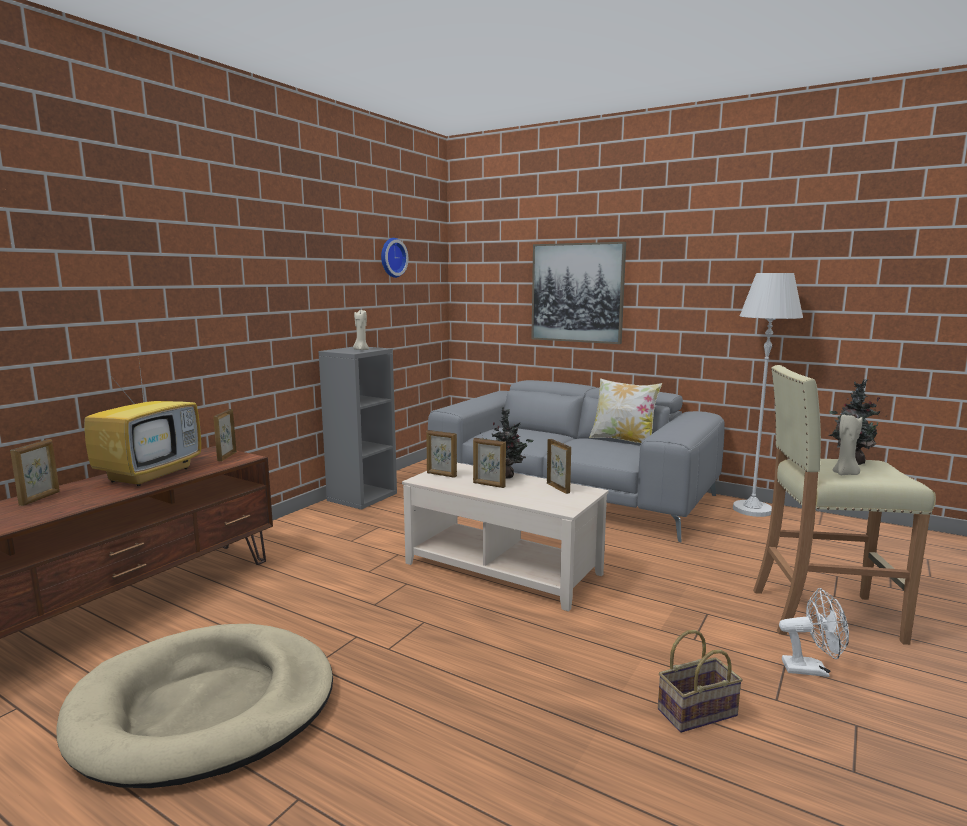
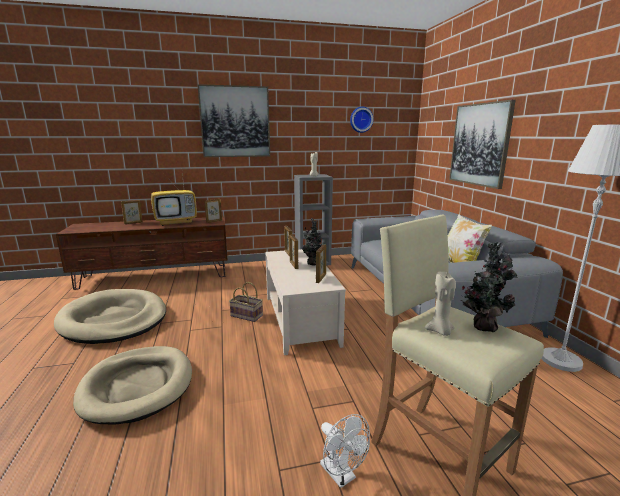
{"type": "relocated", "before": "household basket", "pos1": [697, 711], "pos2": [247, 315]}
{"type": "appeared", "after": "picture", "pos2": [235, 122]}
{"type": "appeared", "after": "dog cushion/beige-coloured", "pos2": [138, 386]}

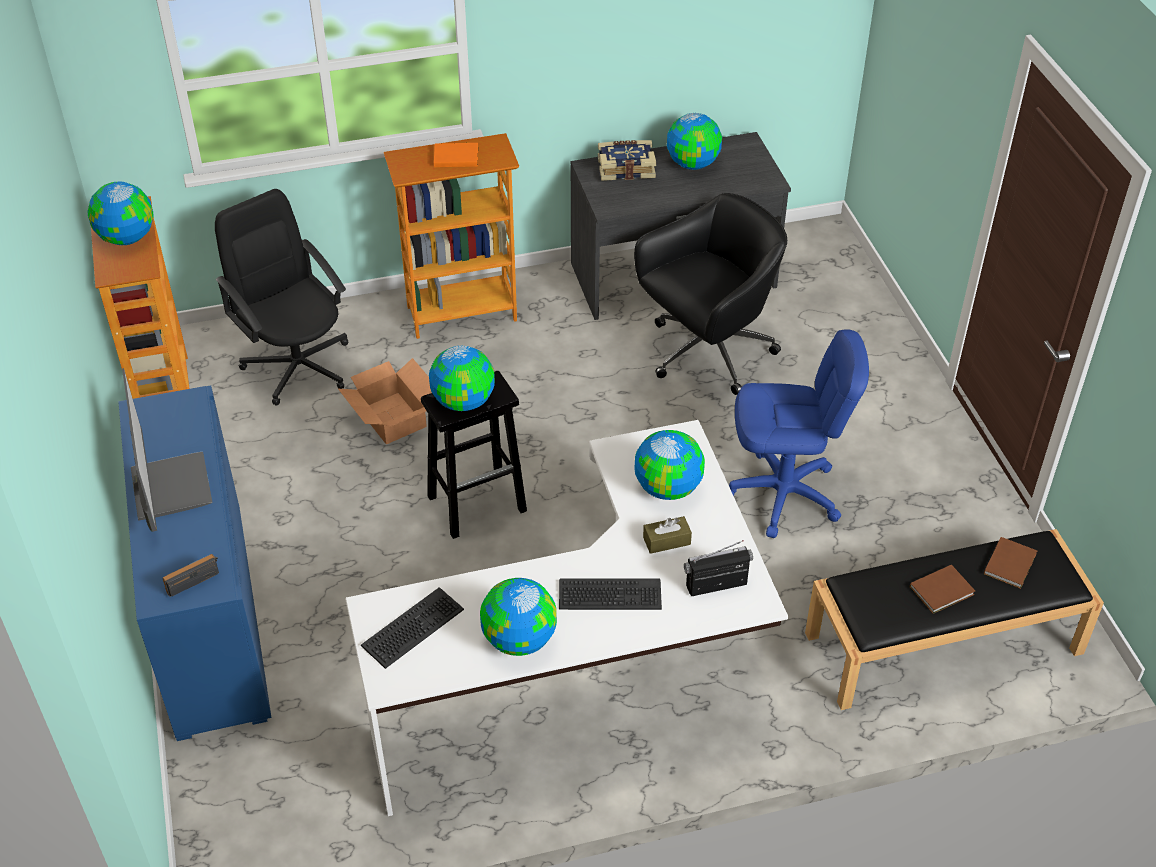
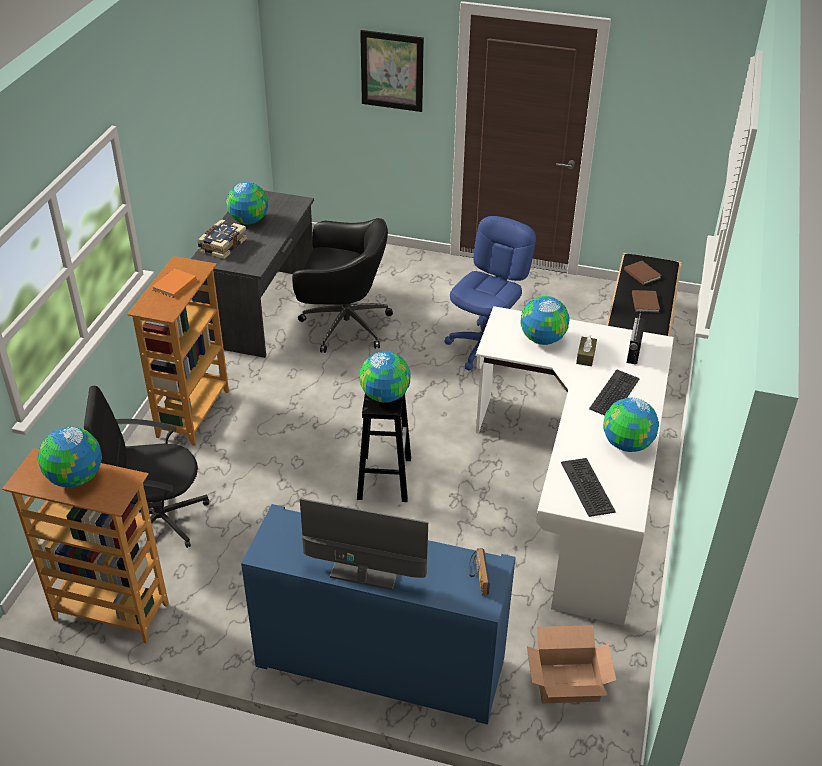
{"type": "spun", "before": "computer chair/black", "pos1": [707, 353], "pos2": [343, 325], "turn": 105}
{"type": "relocated", "before": "cardboard box", "pos1": [392, 419], "pos2": [568, 683]}
{"type": "appeared", "after": "picture", "pos2": [392, 71]}

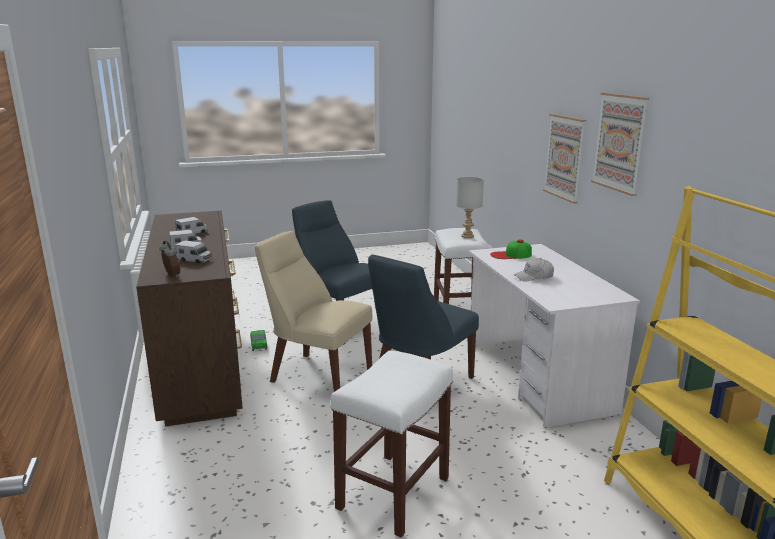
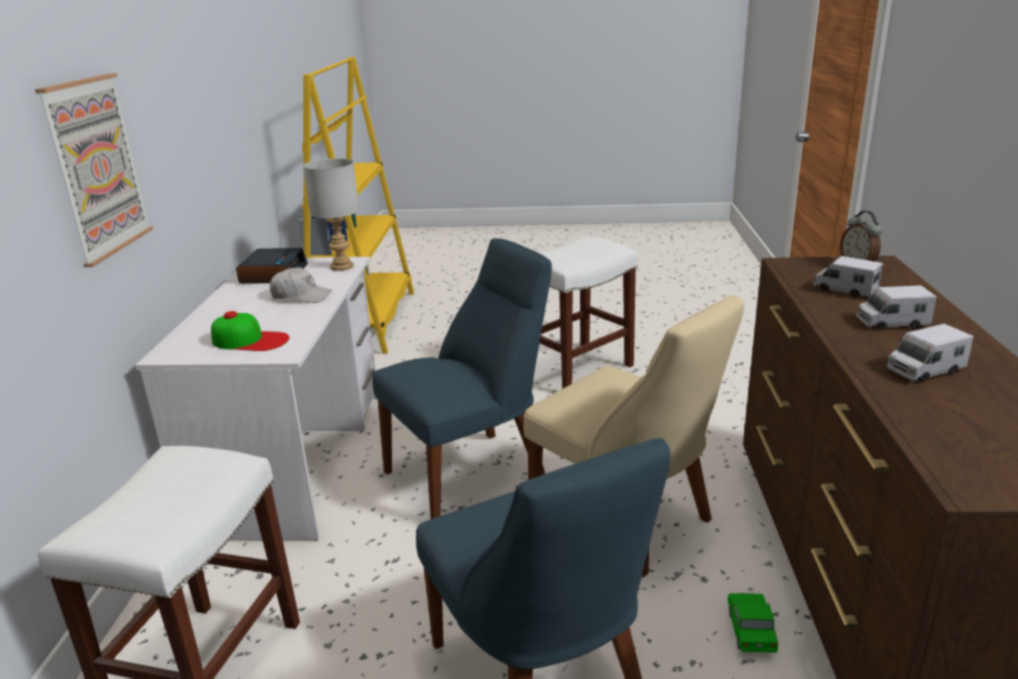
{"type": "missing", "before": "picture", "pos1": [620, 142]}
{"type": "relocated", "before": "table lamp/grey", "pos1": [468, 236], "pos2": [342, 266]}
{"type": "appeared", "after": "bedside clock", "pos2": [273, 274]}

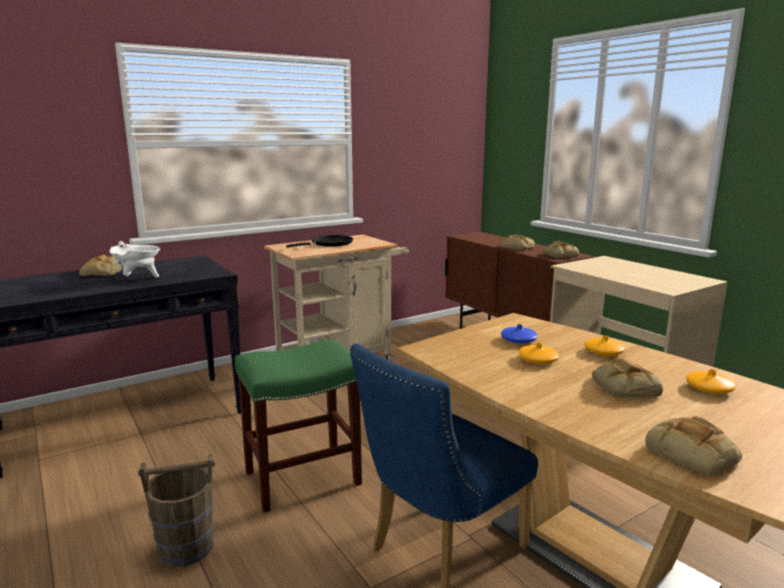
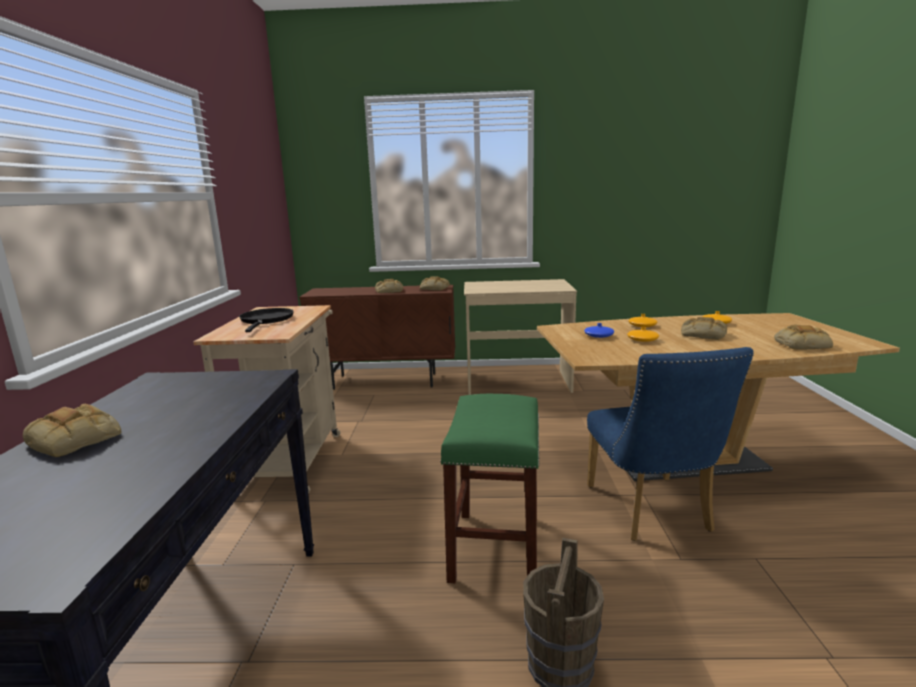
{"type": "missing", "before": "cooking pot/whitish", "pos1": [138, 279]}

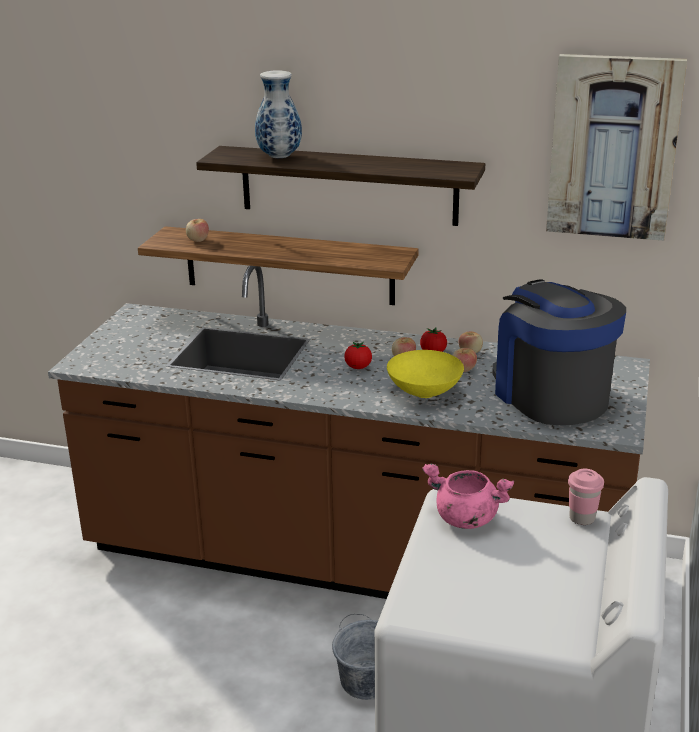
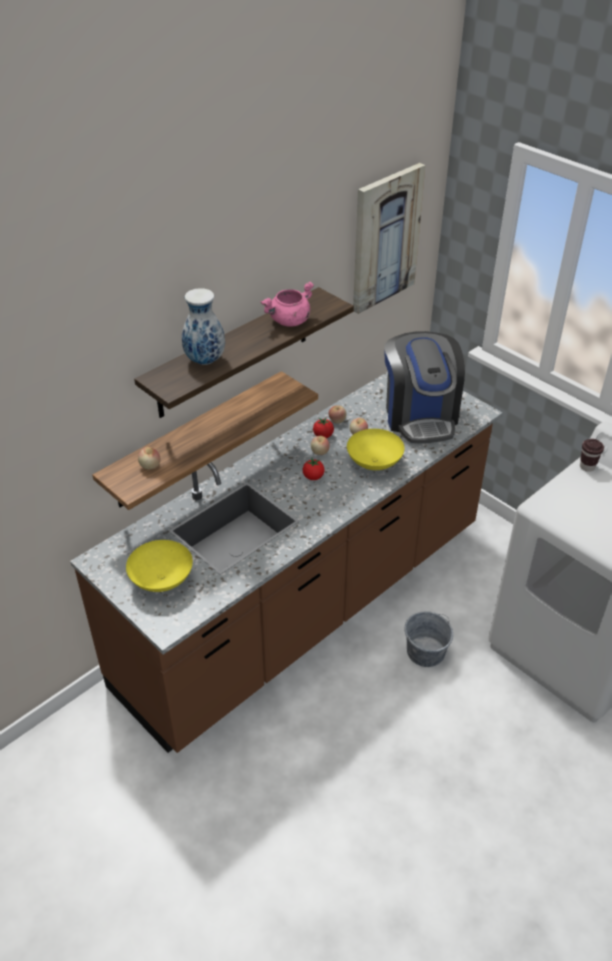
{"type": "spun", "before": "coffee maker", "pos1": [550, 395], "pos2": [420, 416], "turn": -105}
{"type": "relocated", "before": "cooking pot/pink", "pos1": [465, 519], "pos2": [289, 321]}
{"type": "colour", "before": "drinking cup/pink", "after": "drinking cup/brown-coloured", "pos1": [582, 518], "pos2": [587, 467]}
{"type": "appeared", "after": "bowl/yellow-coloured", "pos2": [163, 580]}

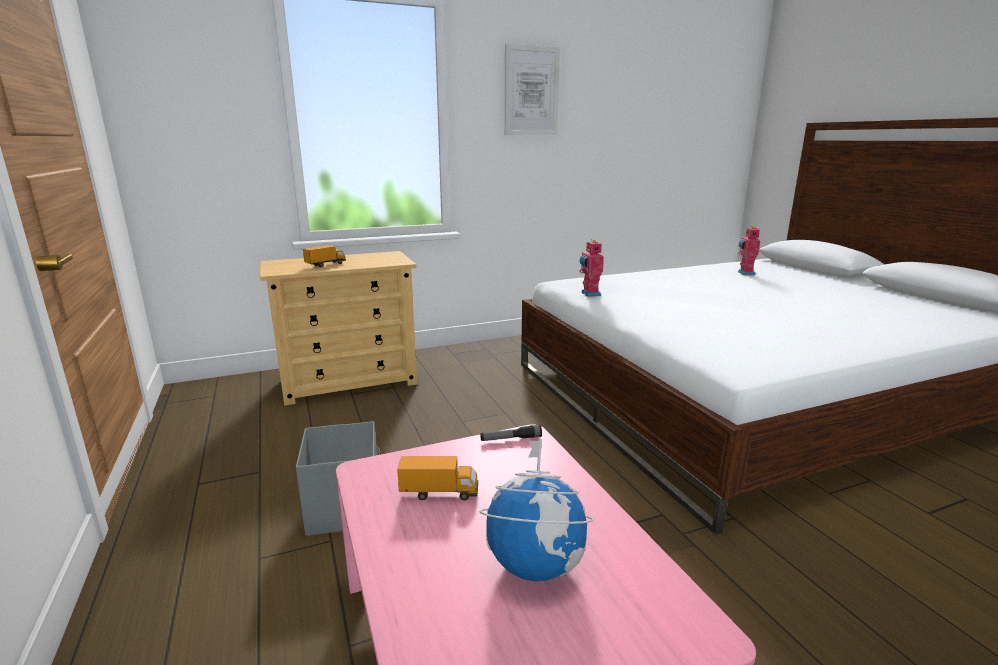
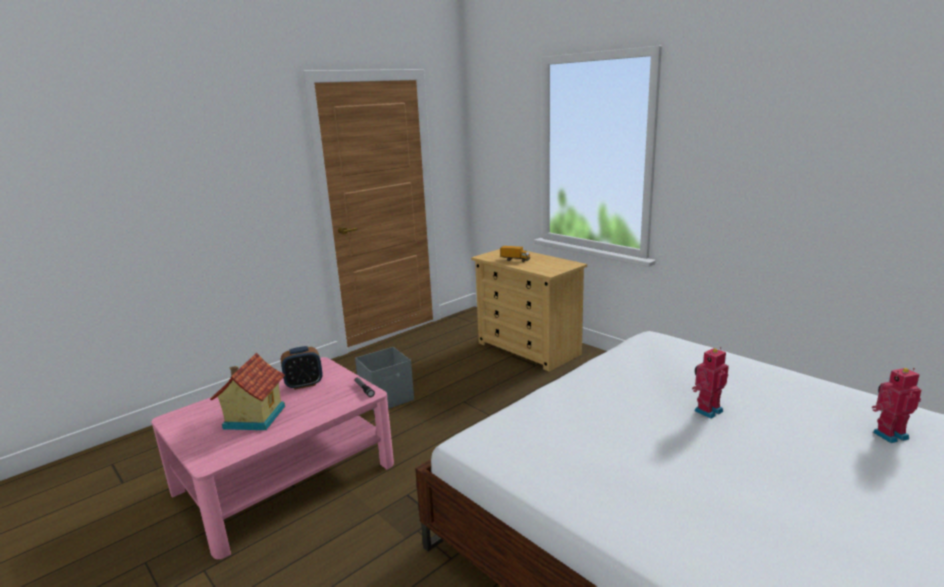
{"type": "missing", "before": "picture", "pos1": [531, 91]}
{"type": "relocated", "before": "model robot", "pos1": [589, 294], "pos2": [706, 410]}
{"type": "exchanged", "before": "globe", "after": "toy house", "pos1": [536, 565], "pos2": [253, 417]}
{"type": "exchanged", "before": "model truck", "after": "bedside clock", "pos1": [439, 493], "pos2": [304, 384]}

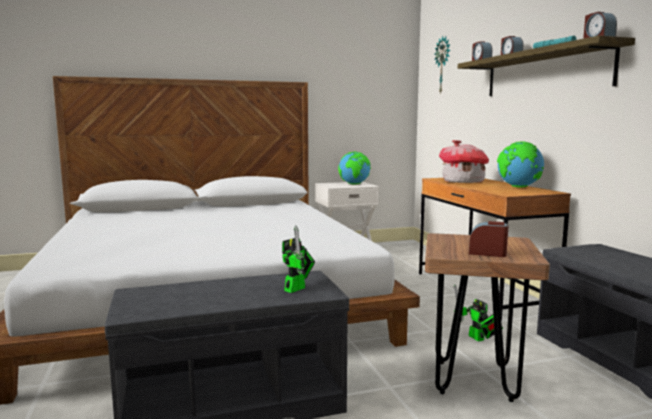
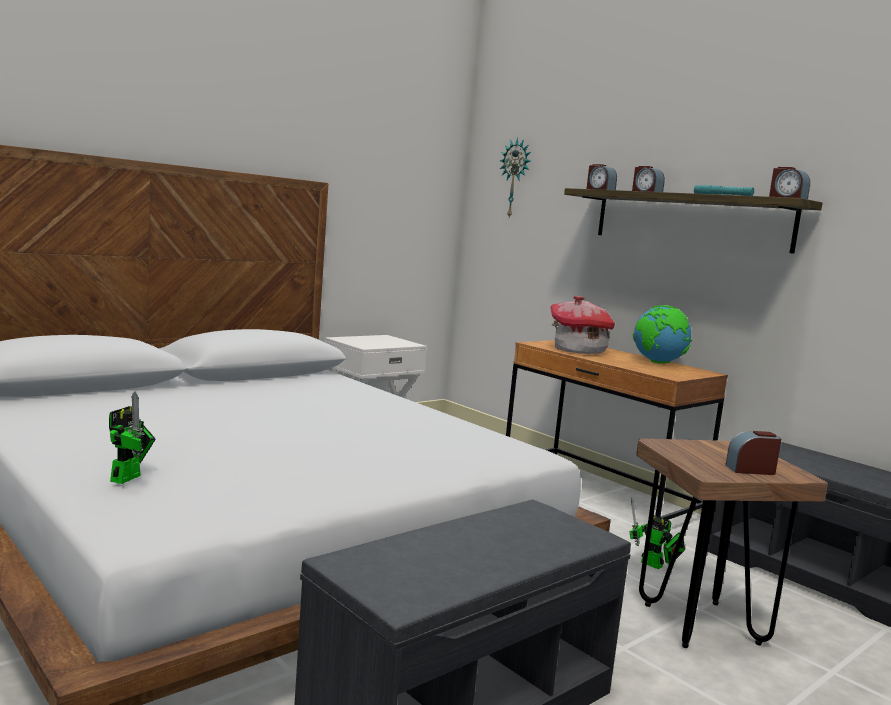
{"type": "missing", "before": "globe", "pos1": [354, 184]}
{"type": "relocated", "before": "model robot", "pos1": [297, 288], "pos2": [129, 477]}

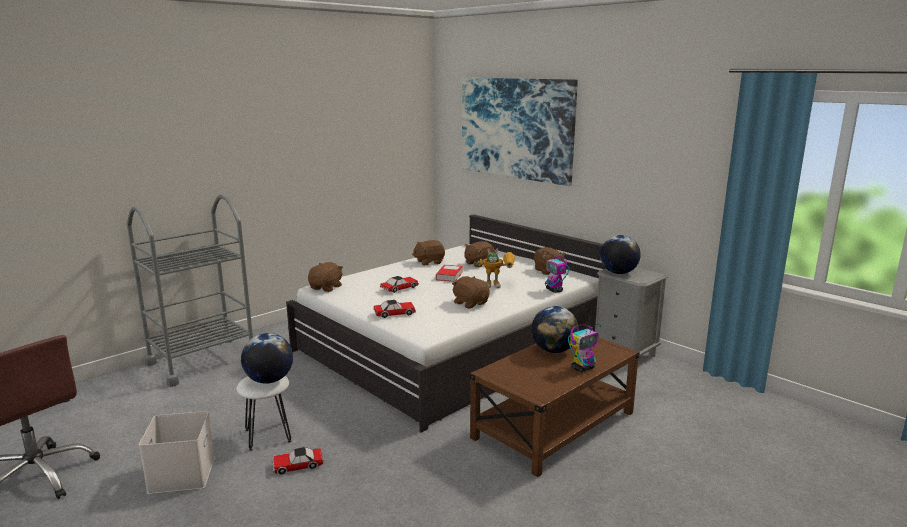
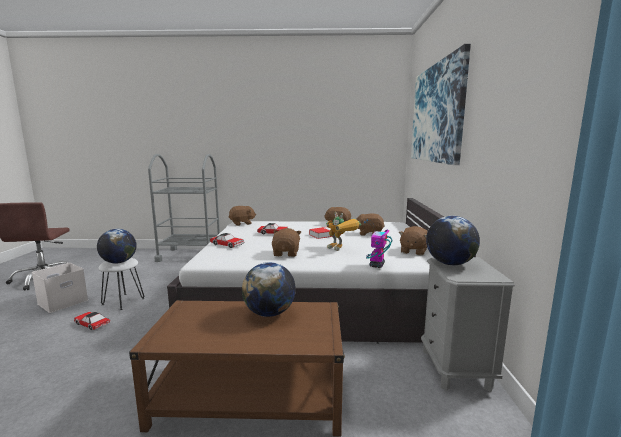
{"type": "missing", "before": "model robot", "pos1": [583, 368]}

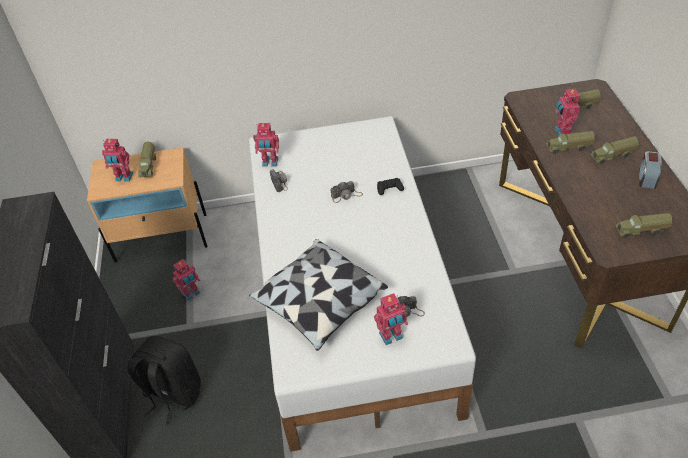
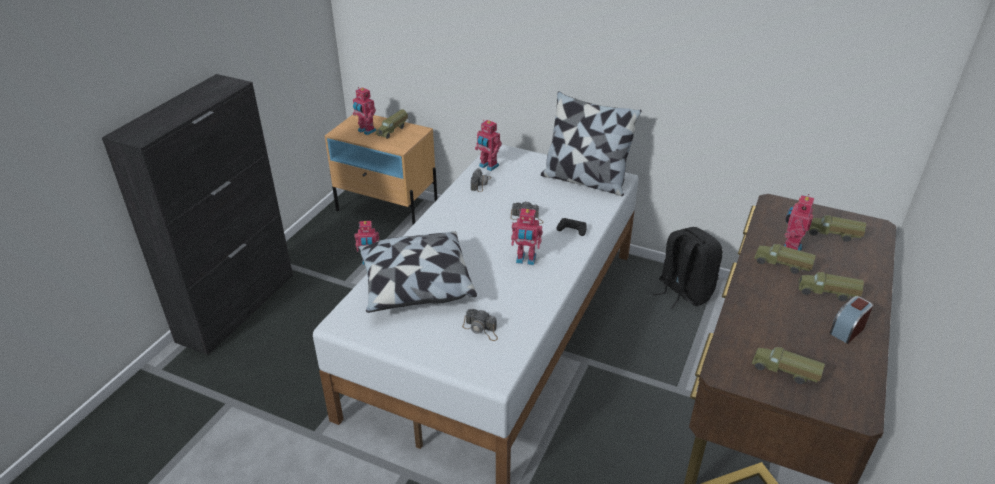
{"type": "relocated", "before": "model robot", "pos1": [391, 336], "pos2": [525, 260]}
{"type": "relocated", "before": "backpack/black", "pos1": [172, 394], "pos2": [683, 292]}
{"type": "appeared", "after": "cushion", "pos2": [585, 180]}

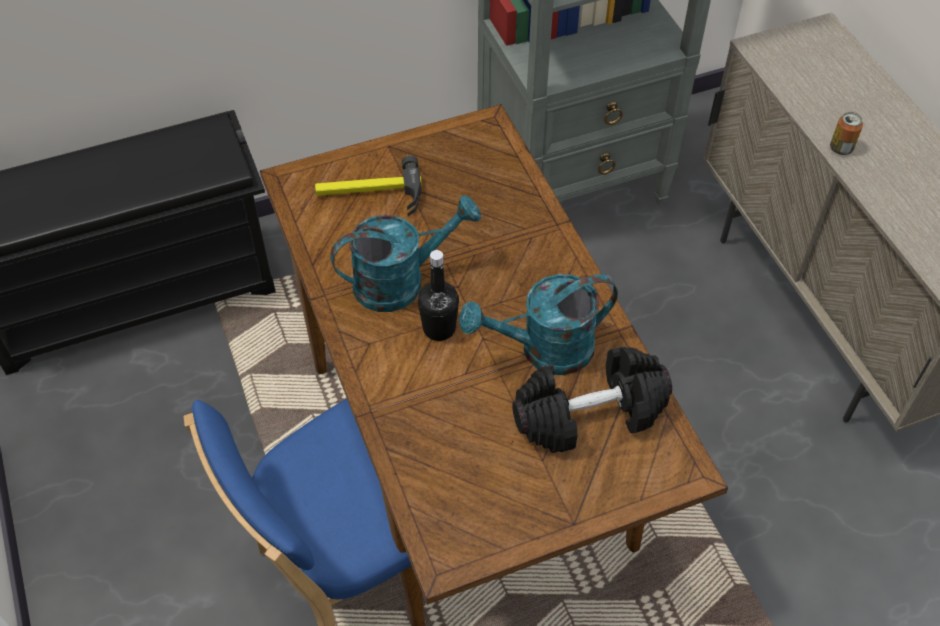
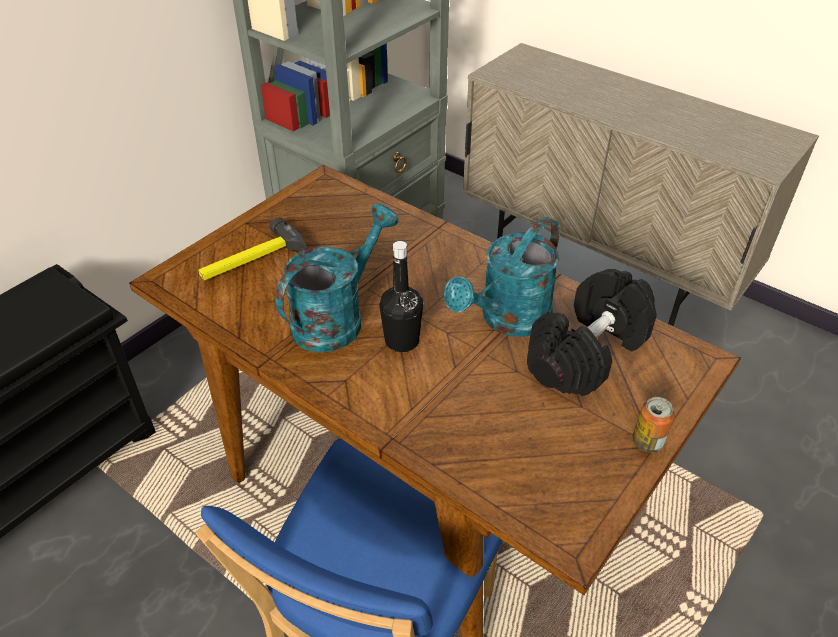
{"type": "relocated", "before": "metal can", "pos1": [841, 148], "pos2": [647, 442]}

